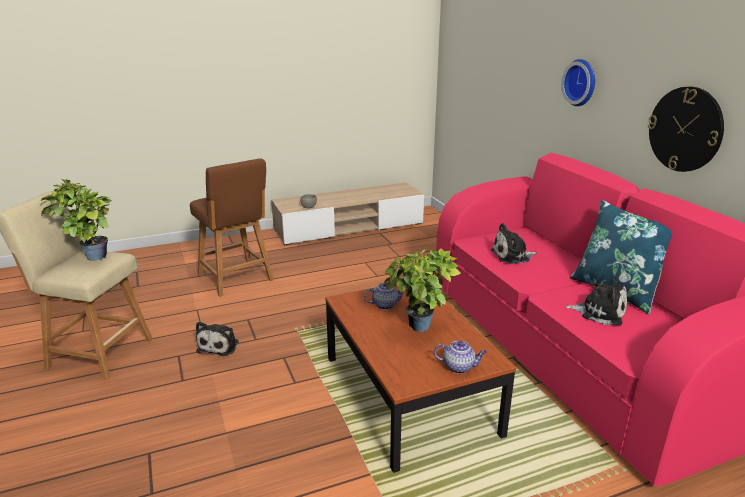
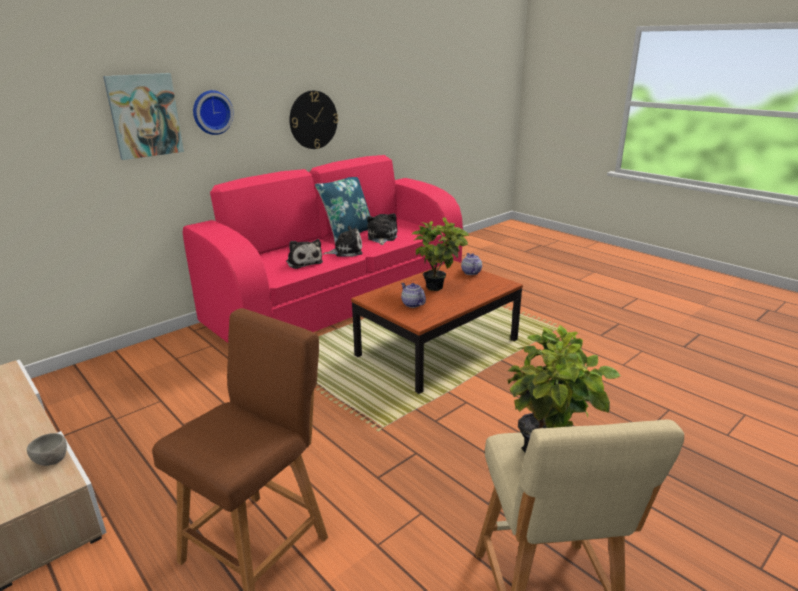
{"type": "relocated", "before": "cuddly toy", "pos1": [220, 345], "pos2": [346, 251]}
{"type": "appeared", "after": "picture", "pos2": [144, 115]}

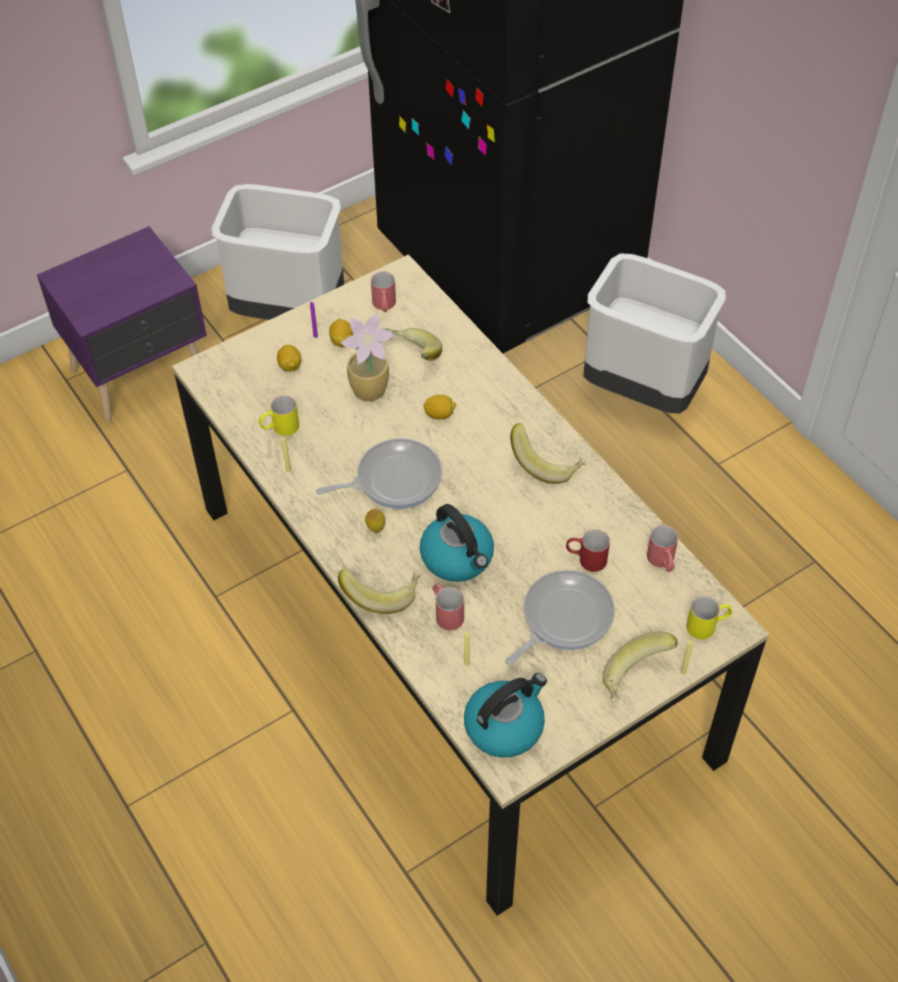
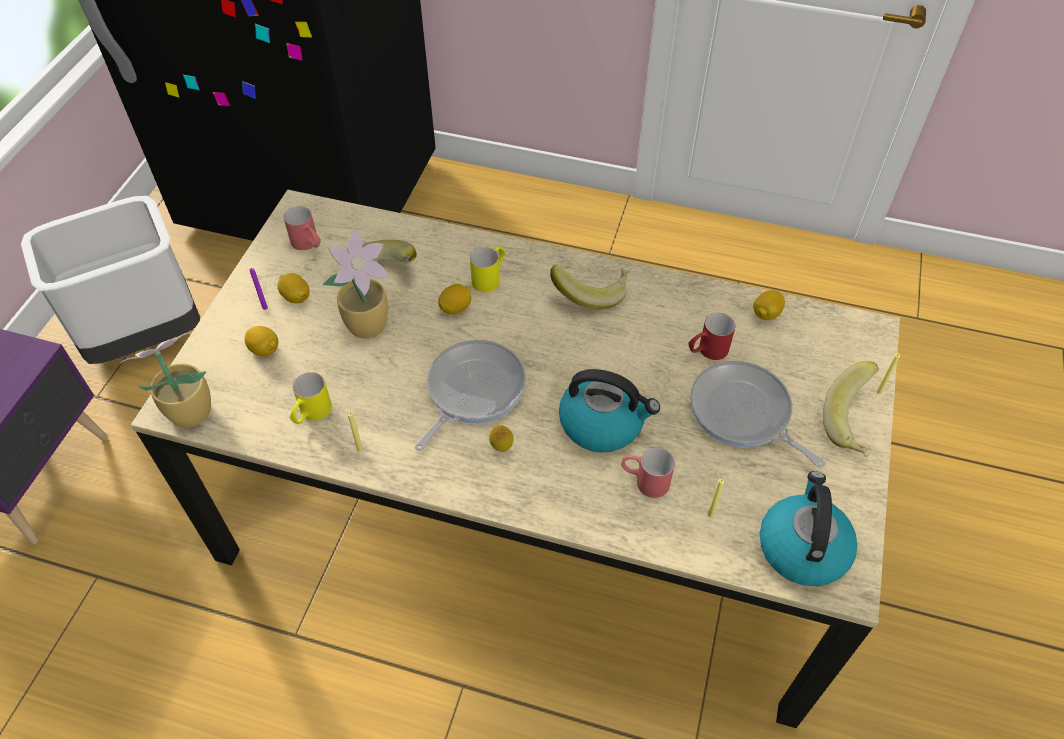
{"type": "missing", "before": "waste bin/whitish", "pos1": [643, 389]}
{"type": "exchanged", "before": "mug/red", "after": "lemon", "pos1": [662, 562], "pos2": [766, 314]}
{"type": "missing", "before": "banana fruit", "pos1": [382, 594]}
{"type": "spun", "before": "pan", "pos1": [563, 618], "pos2": [743, 414], "turn": -45}
{"type": "relocated", "before": "mug/yellow-coloured", "pos1": [707, 625], "pos2": [490, 277]}
{"type": "appeared", "after": "houseplant", "pos2": [188, 412]}

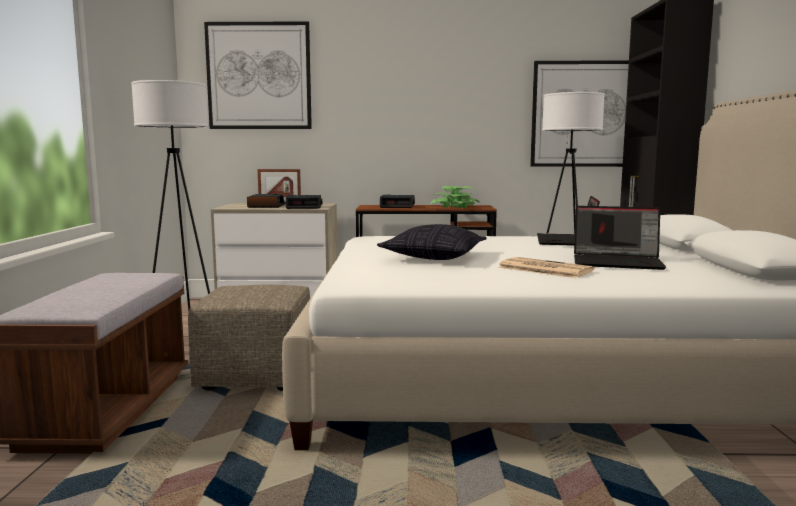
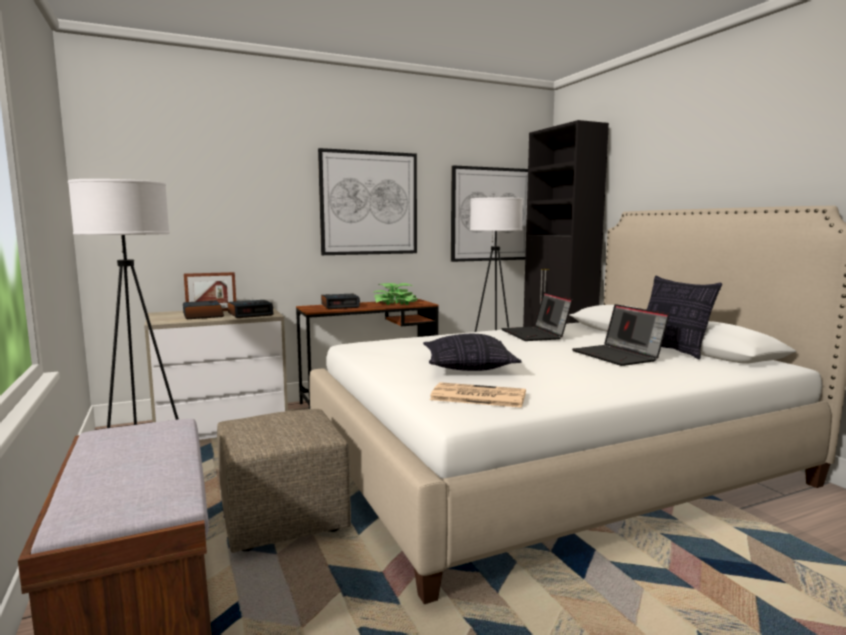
{"type": "relocated", "before": "picture", "pos1": [259, 76], "pos2": [369, 203]}
{"type": "spun", "before": "portable computer", "pos1": [618, 262], "pos2": [618, 356], "turn": 75}
{"type": "relocated", "before": "printed paper", "pos1": [543, 269], "pos2": [477, 396]}
{"type": "appeared", "after": "cushion", "pos2": [672, 351]}

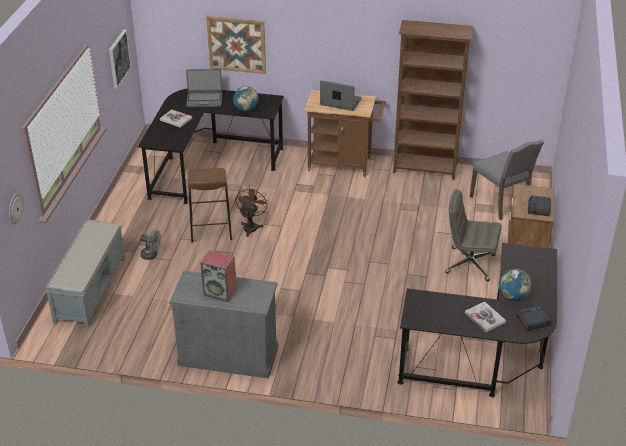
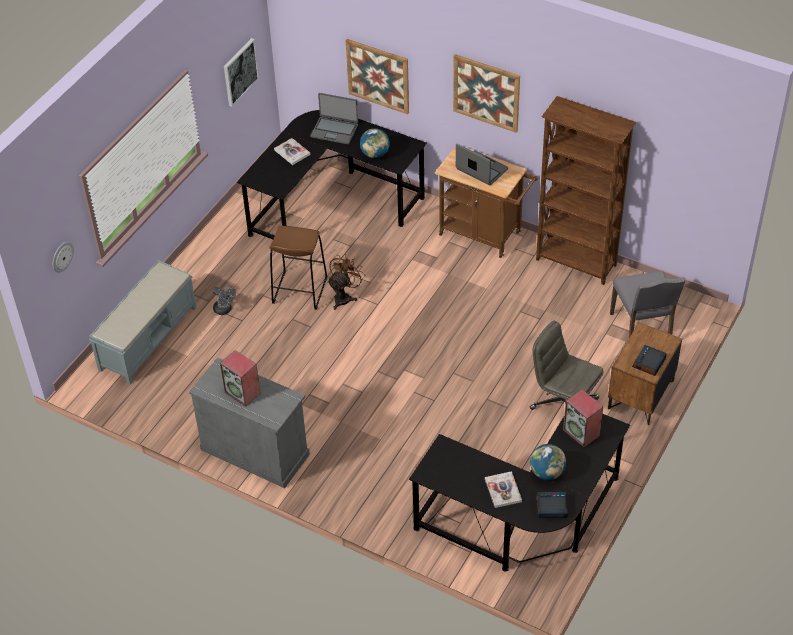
{"type": "appeared", "after": "picture", "pos2": [486, 93]}
{"type": "appeared", "after": "loudspeaker", "pos2": [582, 433]}

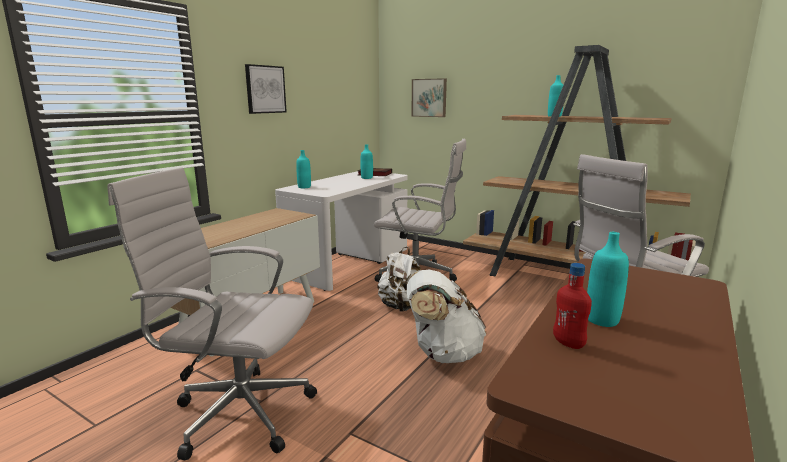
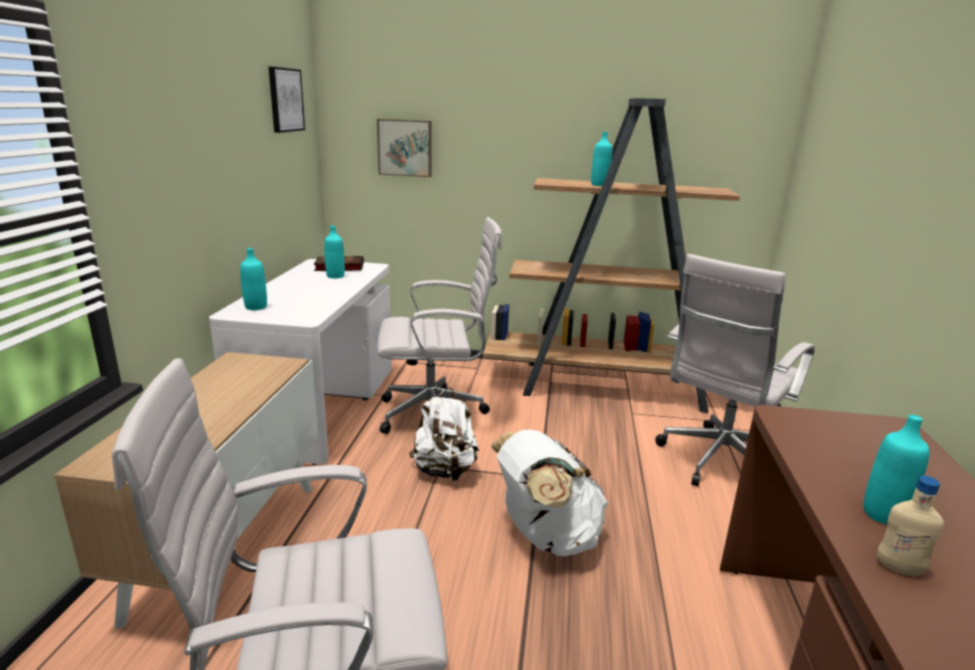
{"type": "relocated", "before": "picture", "pos1": [265, 89], "pos2": [285, 100]}
{"type": "colour", "before": "bottle/red", "after": "bottle/beige-coloured", "pos1": [568, 343], "pos2": [898, 568]}

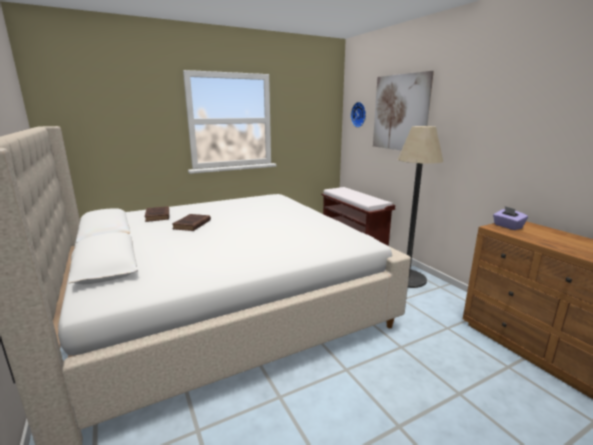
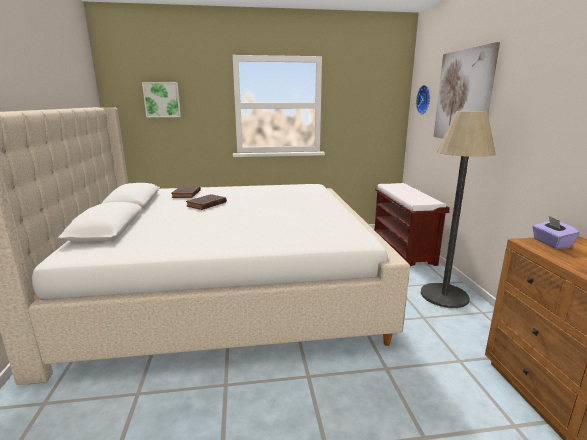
{"type": "appeared", "after": "picture", "pos2": [162, 99]}

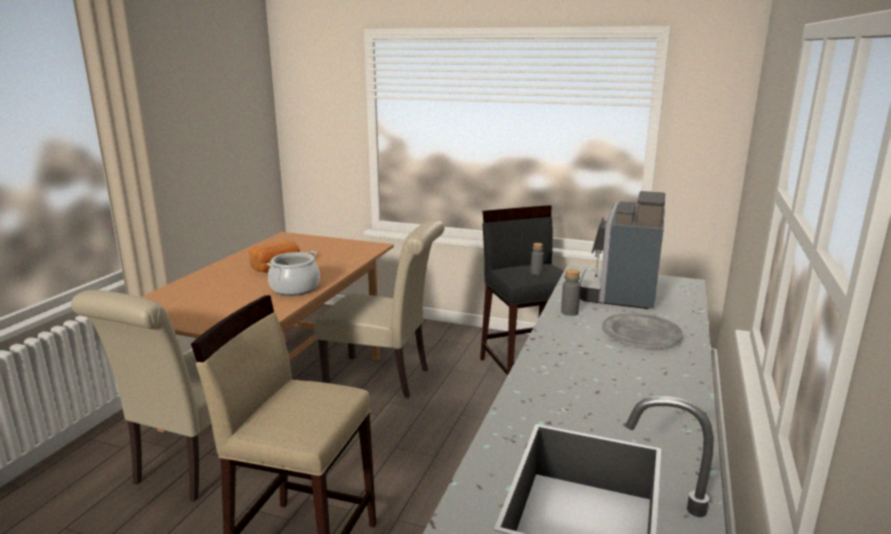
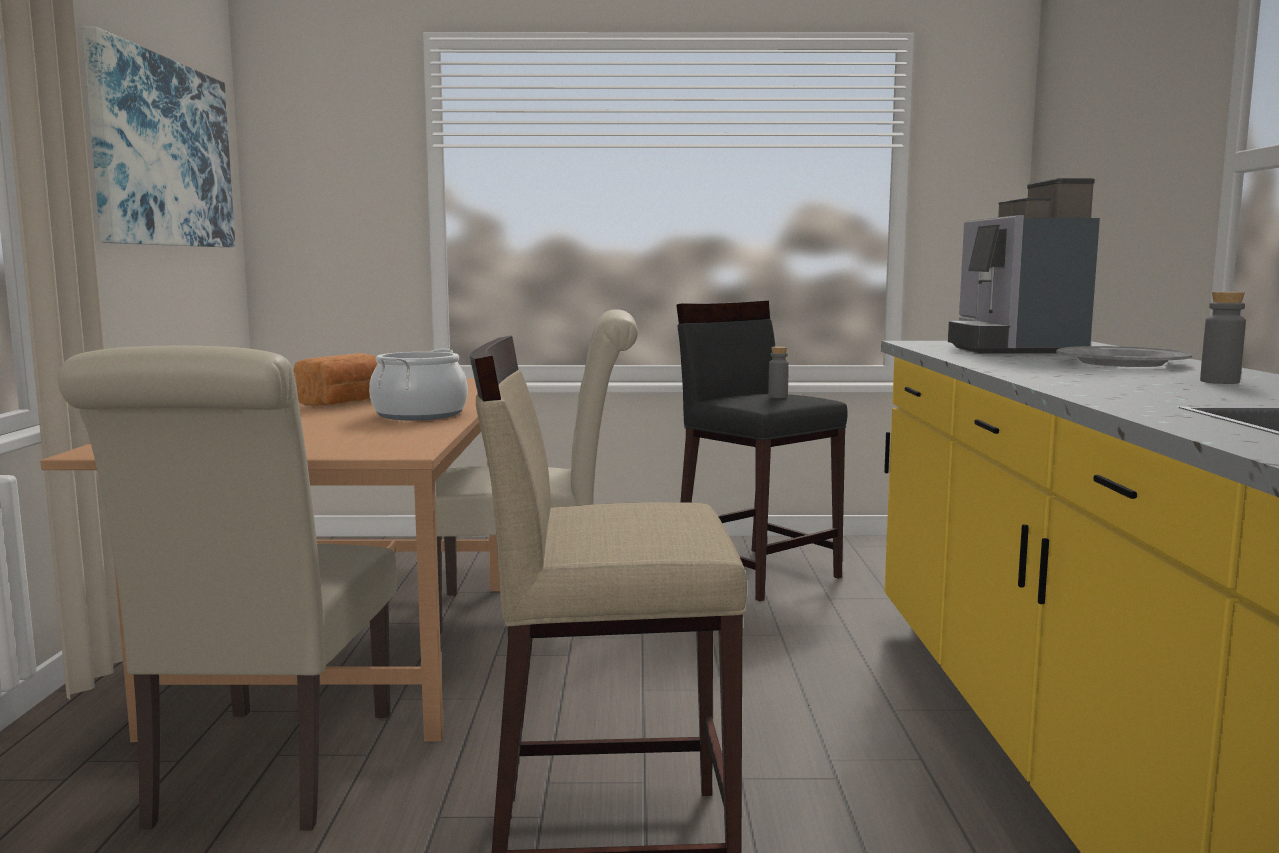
{"type": "relocated", "before": "bottle/grey", "pos1": [569, 312], "pos2": [1219, 382]}
{"type": "appeared", "after": "picture", "pos2": [163, 153]}

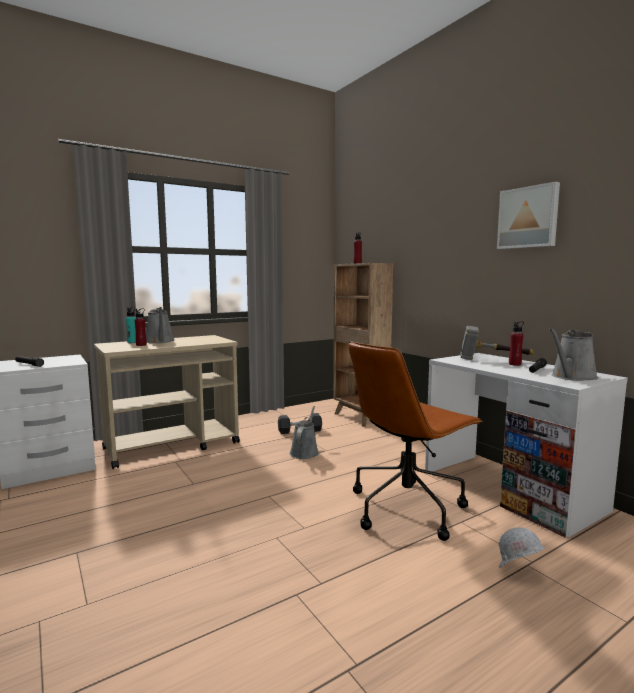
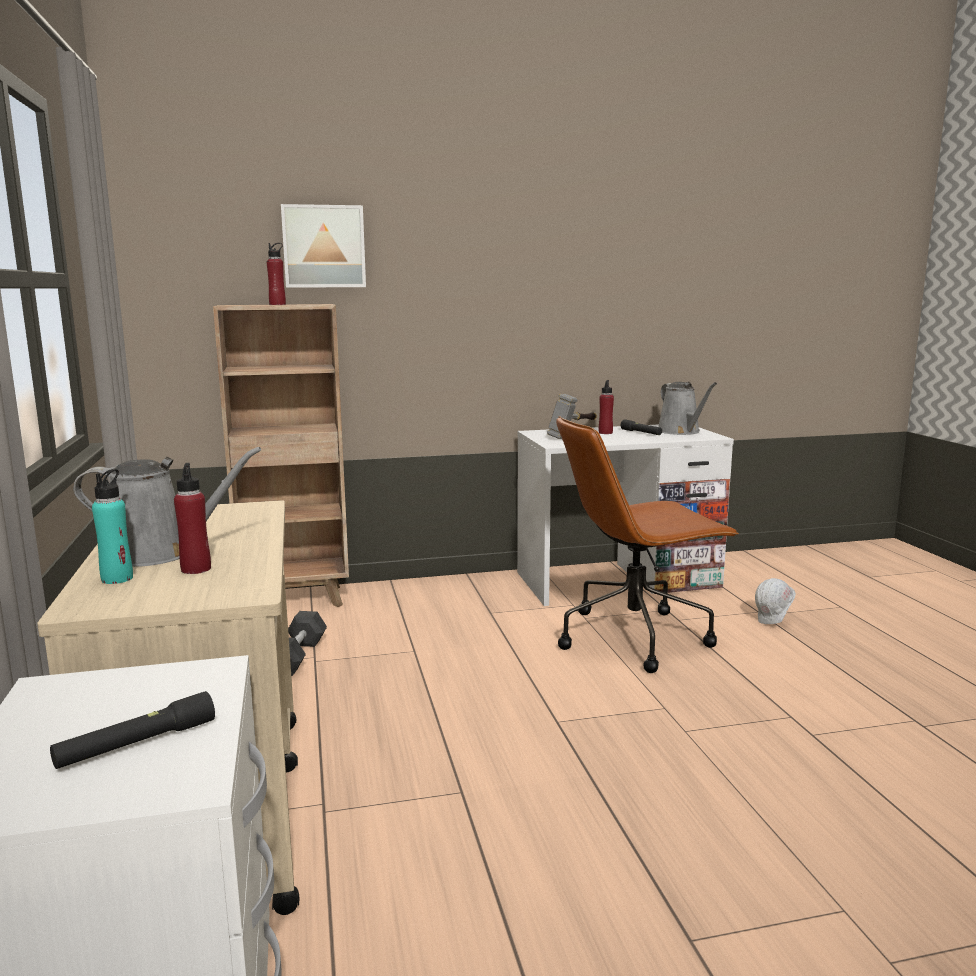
{"type": "relocated", "before": "picture", "pos1": [528, 217], "pos2": [324, 247]}
{"type": "spun", "before": "computer chair/brown-coloured", "pos1": [407, 507], "pos2": [635, 637], "turn": 90}
{"type": "missing", "before": "watering pot/grey", "pos1": [304, 452]}

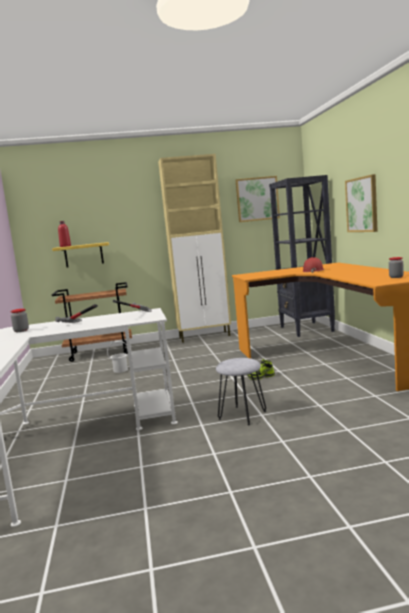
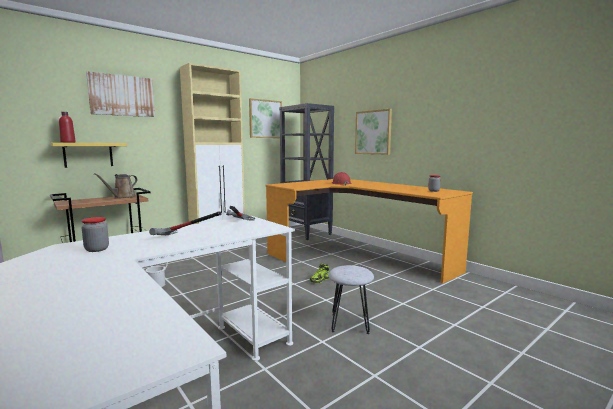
{"type": "appeared", "after": "picture", "pos2": [122, 95]}
{"type": "appeared", "after": "watering pot/brown-coloured", "pos2": [122, 197]}

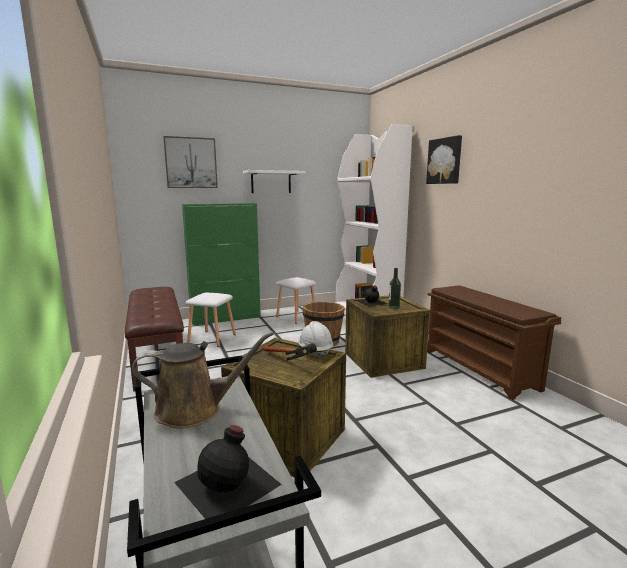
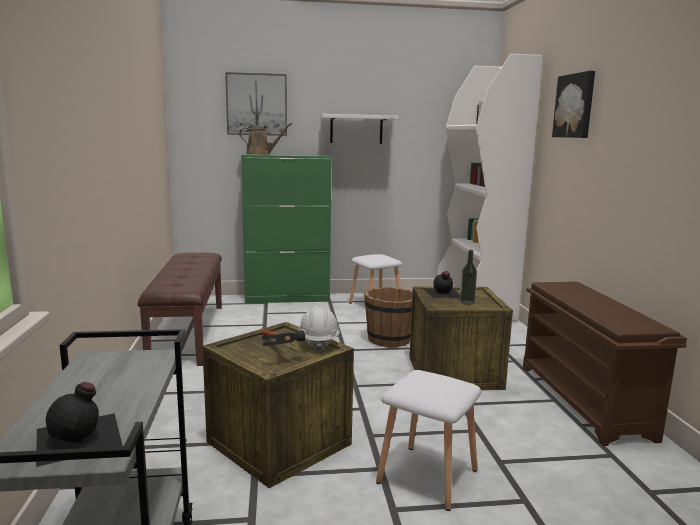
{"type": "relocated", "before": "sitting stool/whitish", "pos1": [211, 338], "pos2": [425, 476]}
{"type": "relocated", "before": "watering pot/brown-coloured", "pos1": [195, 410], "pos2": [261, 154]}

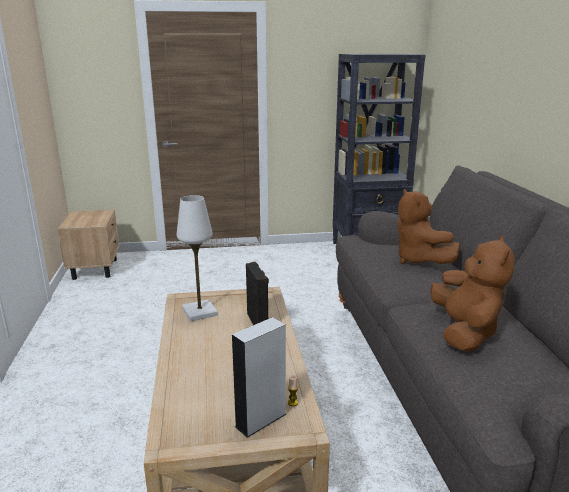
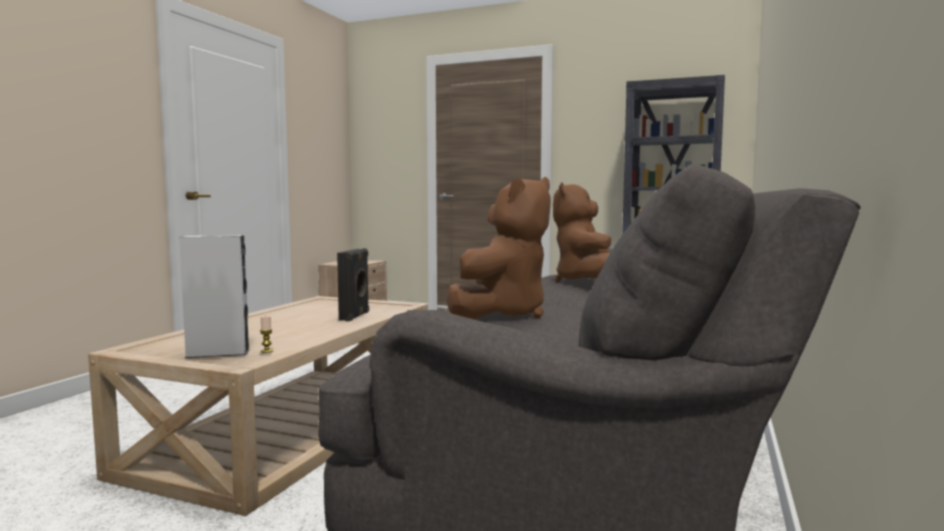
{"type": "missing", "before": "table lamp/whitish", "pos1": [199, 312]}

